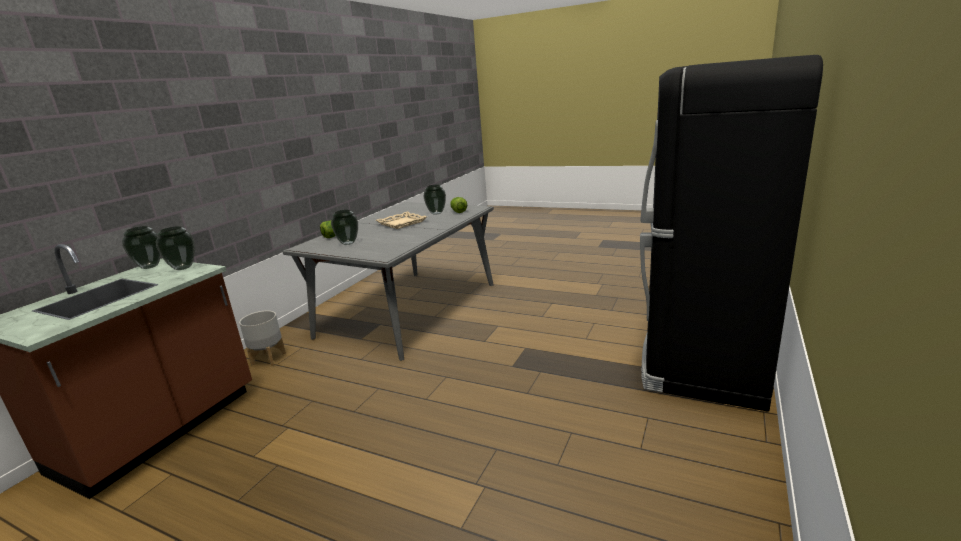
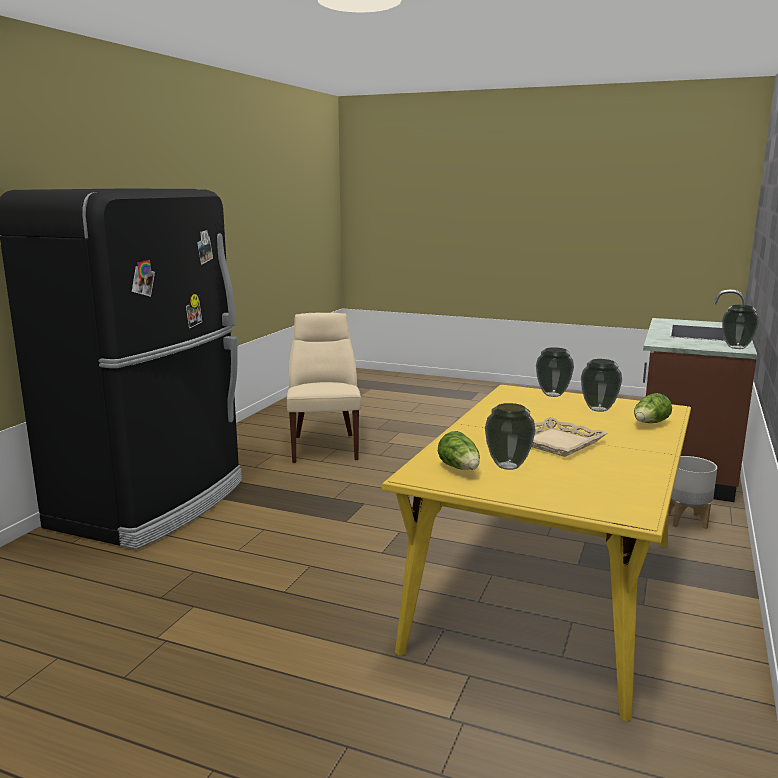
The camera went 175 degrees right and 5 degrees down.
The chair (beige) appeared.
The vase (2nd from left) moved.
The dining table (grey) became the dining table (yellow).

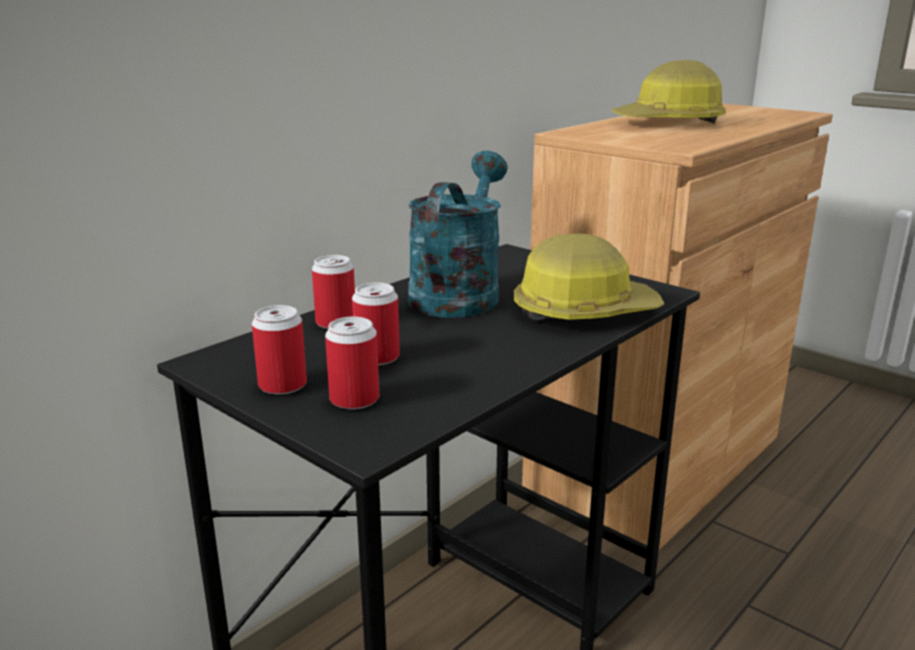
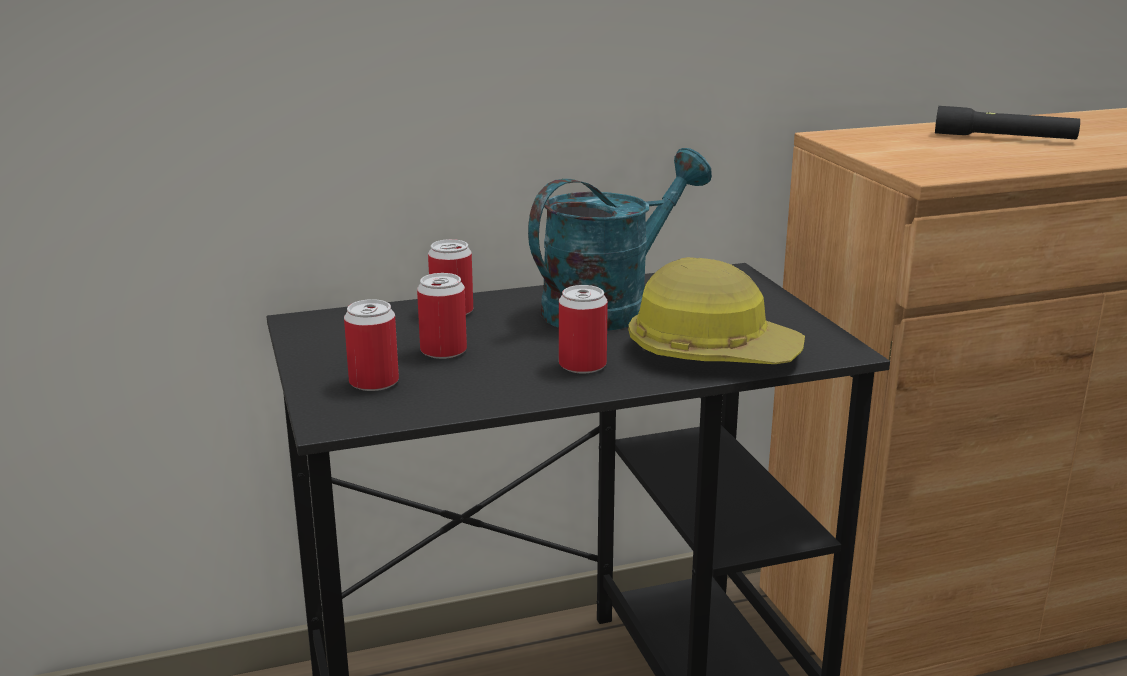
The camera went 30 degrees right and 0 degrees up.
The can (1st from left in the first image) moved.
The hard hat (2nd from left) was replaced by the flashlight (black).

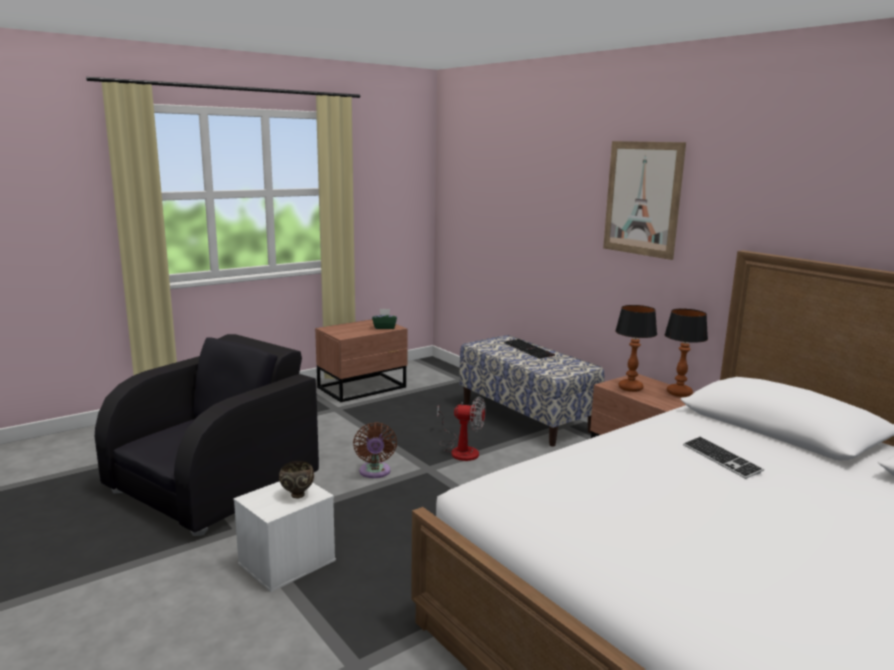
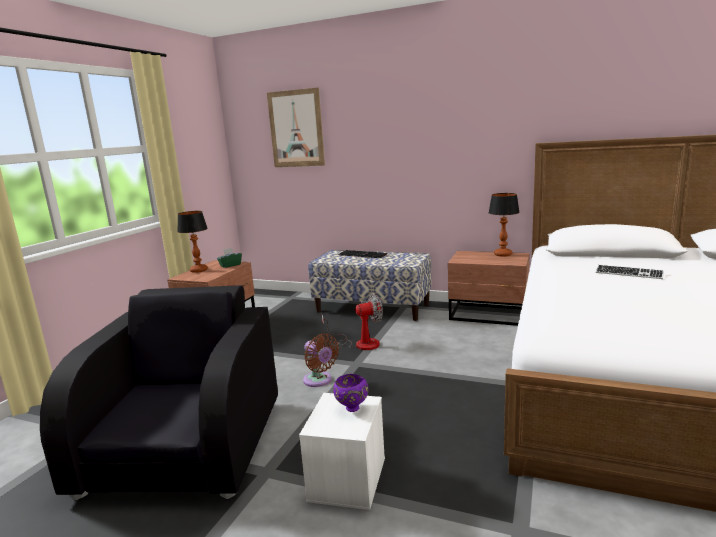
The camera went 30 degrees left and 0 degrees up.
The picture moved.
The table lamp (1st from left) moved.
The bowl (brown) became the bowl (purple).

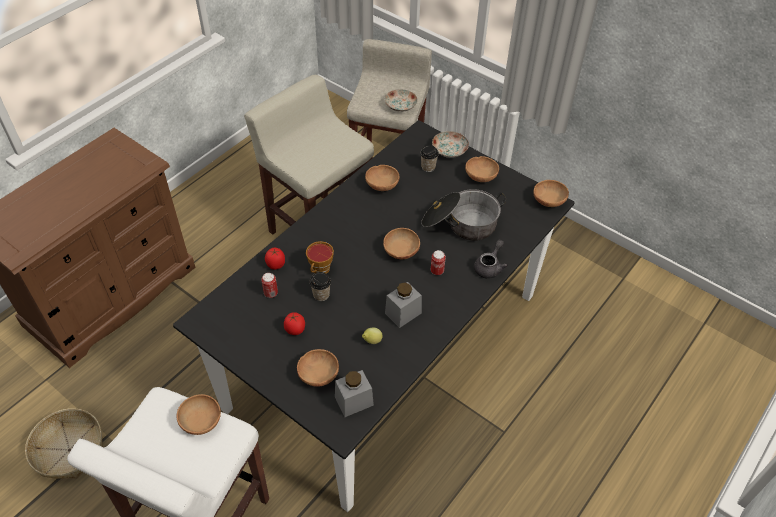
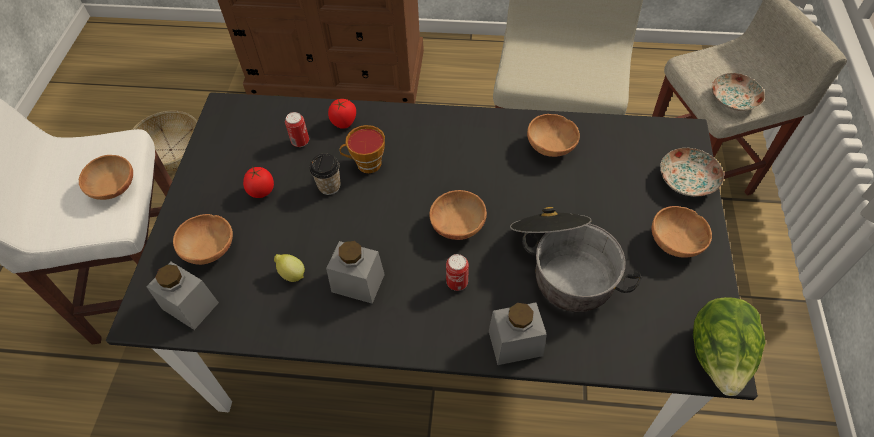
The camera went 60 degrees right and 5 degrees up.
The cup (3rd from left) disappeared.
The teapot (grey) was replaced by the jar (grey) (3rd from left).
The bowl (brown) (6th from left) was replaced by the lettuce.

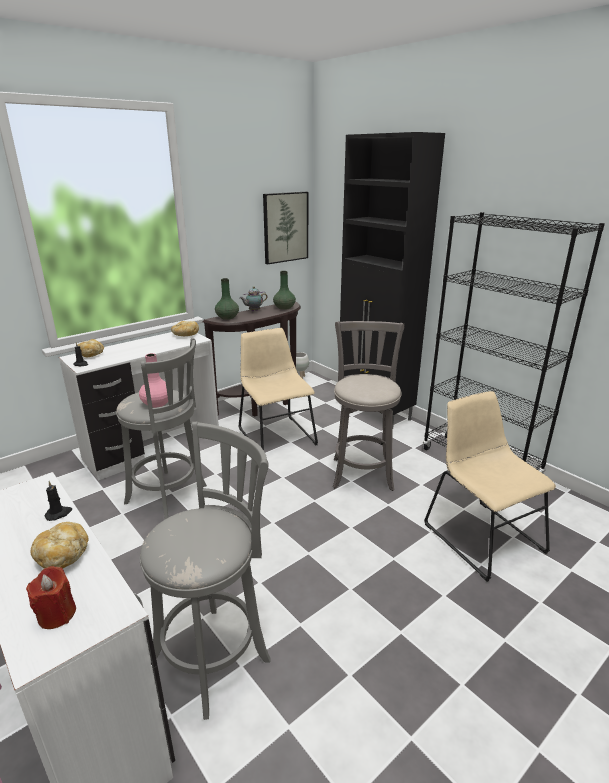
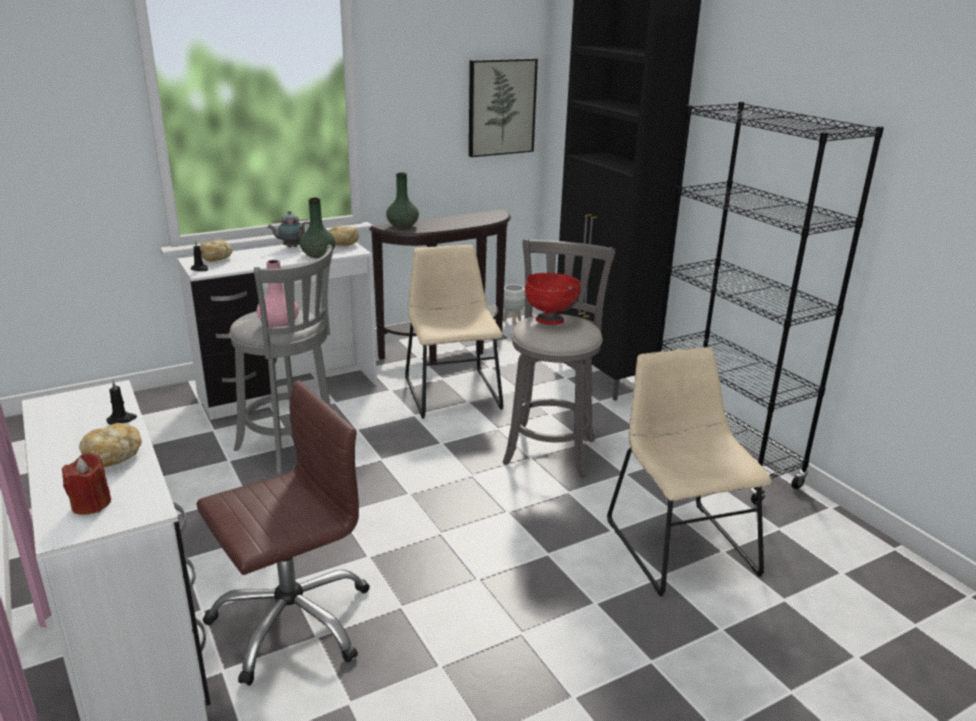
The camera went 10 degrees right and 0 degrees up.
The bowl (red) appeared.
The teapot moved.
The vase (green) (2nd from left in the first image) moved.
The stool (grey) (2nd from left) was replaced by the office chair (brown).

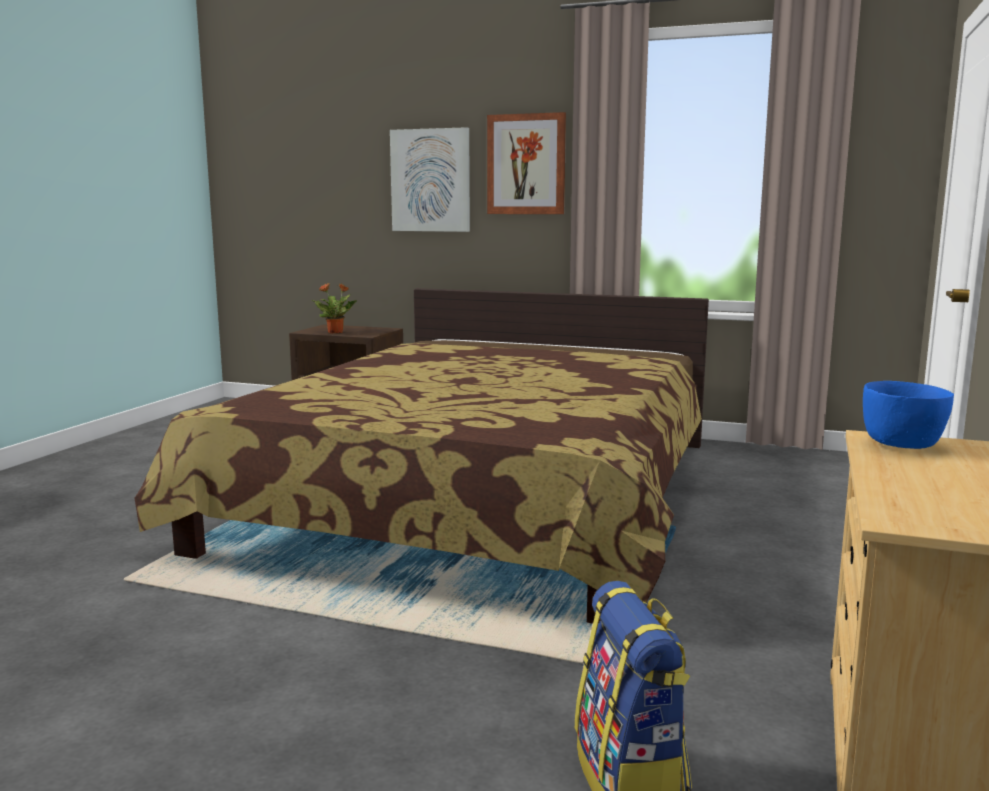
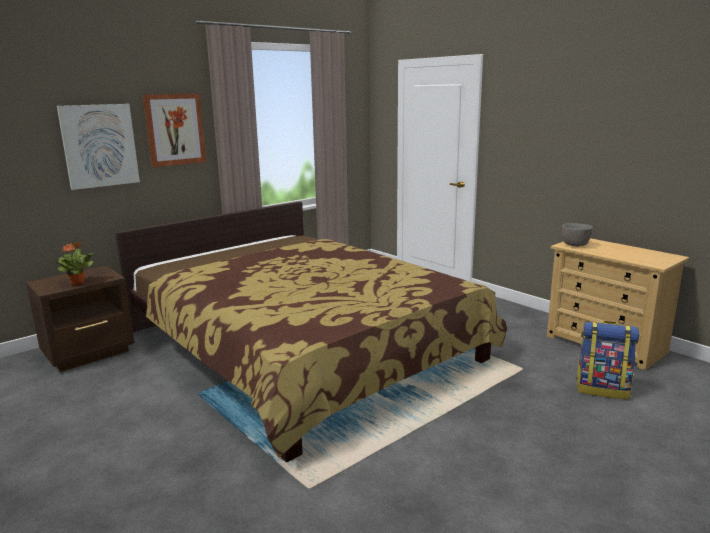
The camera went 60 degrees left and 5 degrees up.
The bowl (blue) became the bowl (grey).

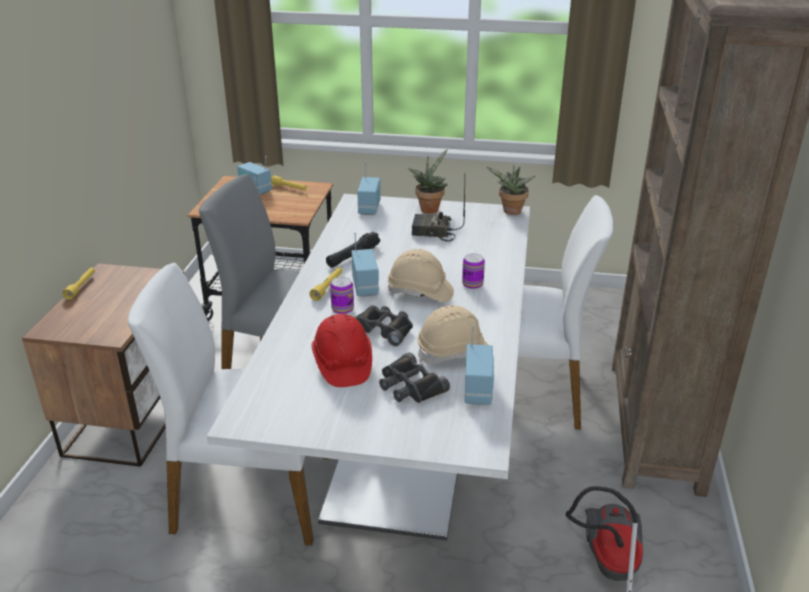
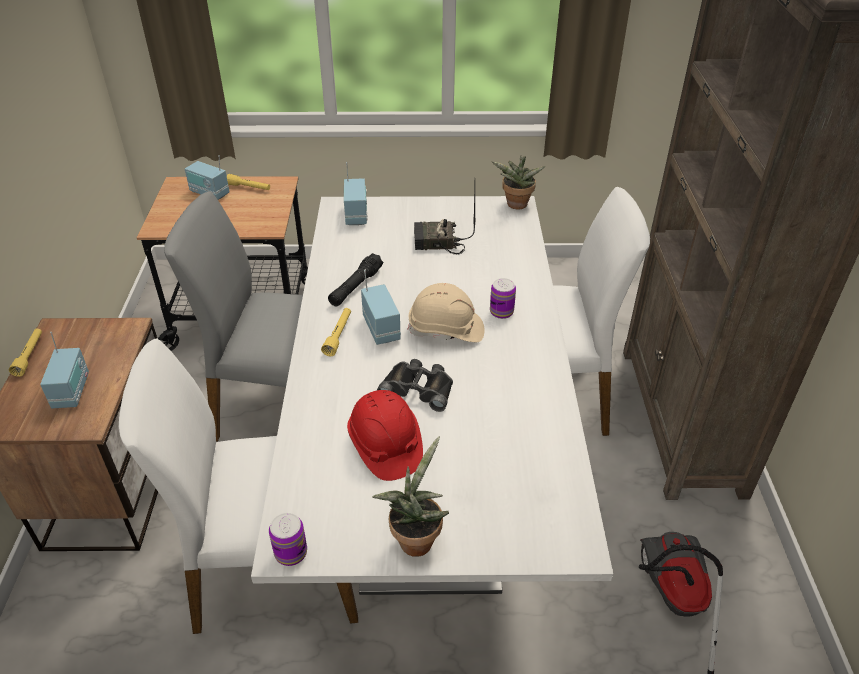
The camera went 10 degrees left and 10 degrees up.
The binoculars (black) (2nd from left) disappeared.
The hard hat (beige) (2nd from left) disappeared.
The can (1st from left) moved.
The potted plant (1st from left) moved.
The radio (5th from left in the first image) moved.

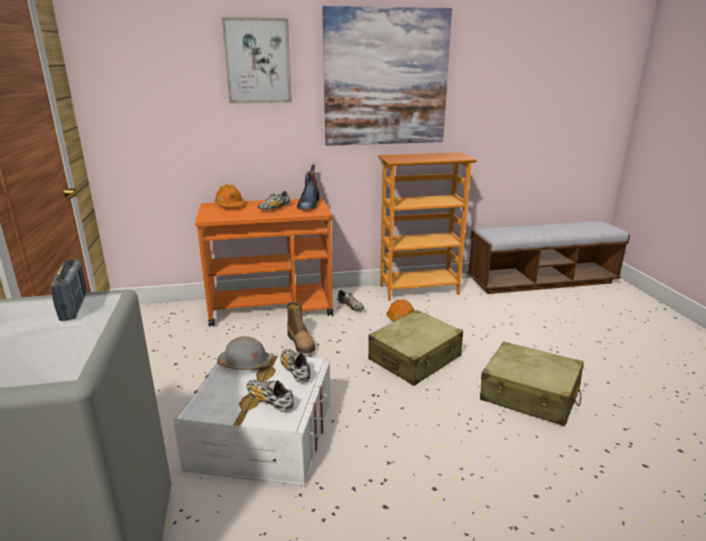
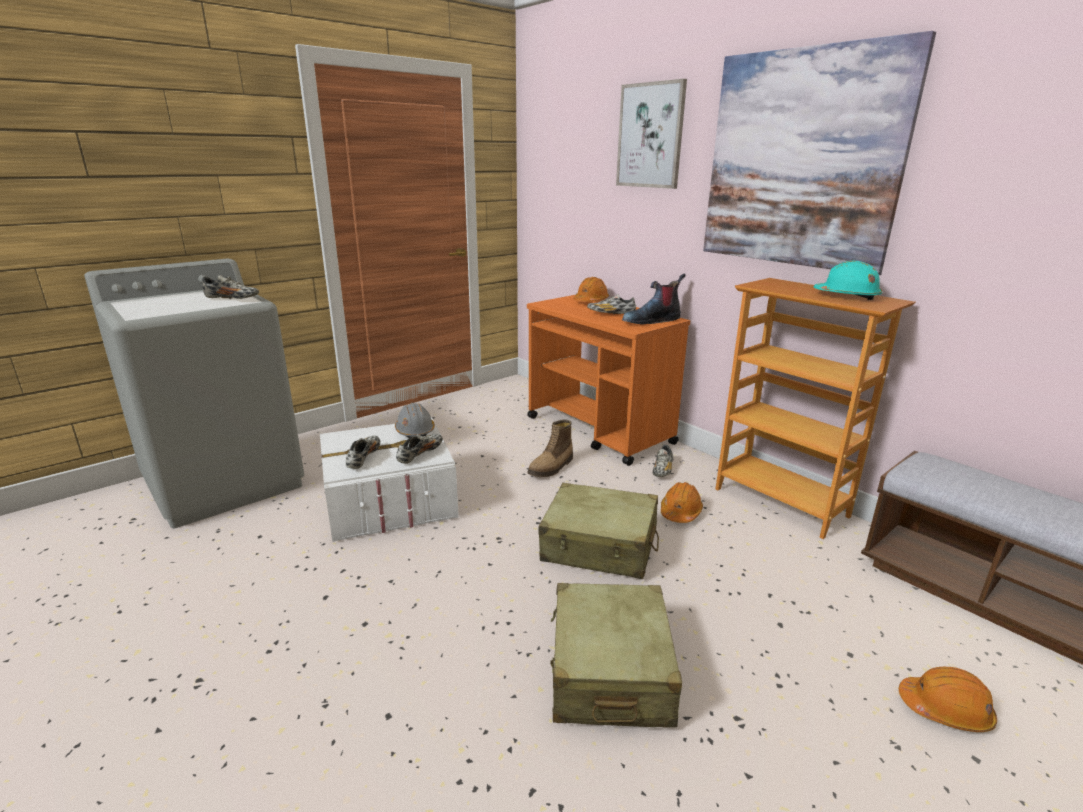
The camera went 60 degrees right and 0 degrees up.
The hard hat (turquoise) appeared.
The hard hat (orange) (3rd from left) appeared.
The radio was replaced by the shoe (1st from left).

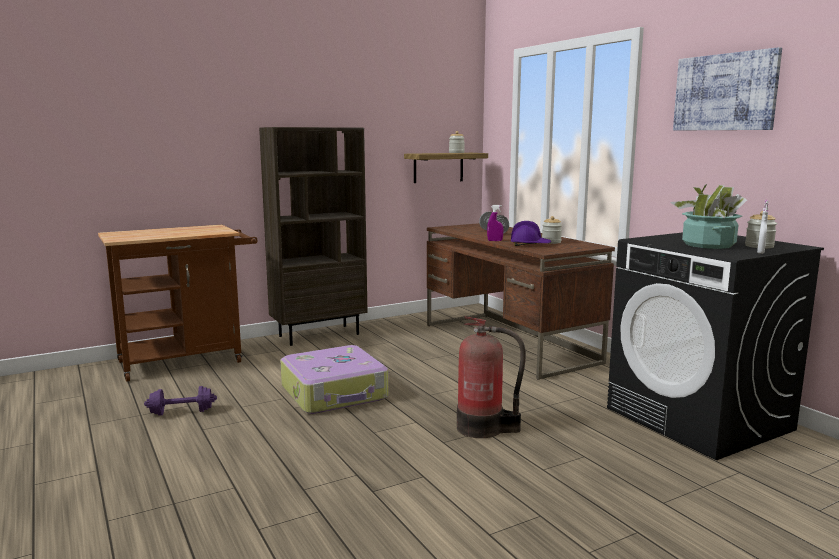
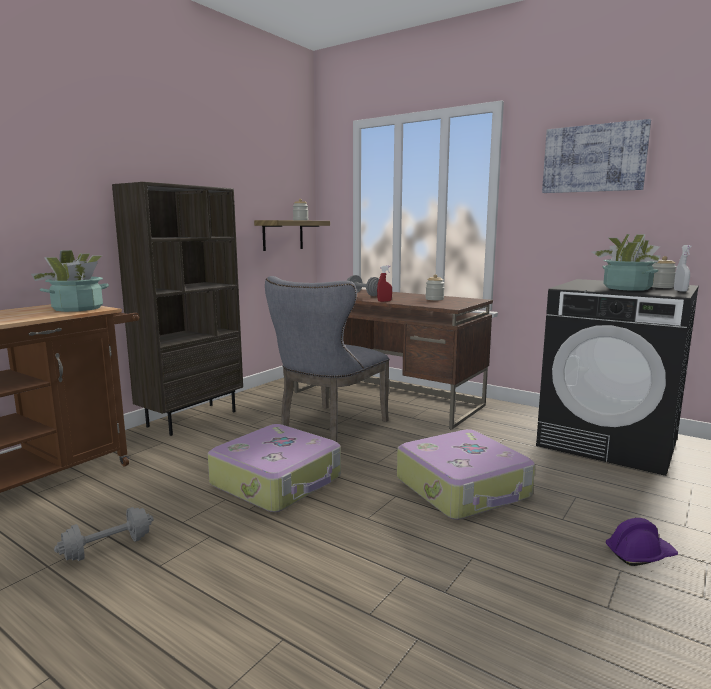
The camera went 25 degrees left and 0 degrees up.
The potted plant (1st from left) appeared.
The chair (grey) appeared.
The hard hat (purple) moved.
The fire extinguisher was replaced by the suitcase (2nd from left).
The dumbbell (purple) became the dumbbell (grey) (1st from left).
The spray bottle (purple) became the spray bottle (red).

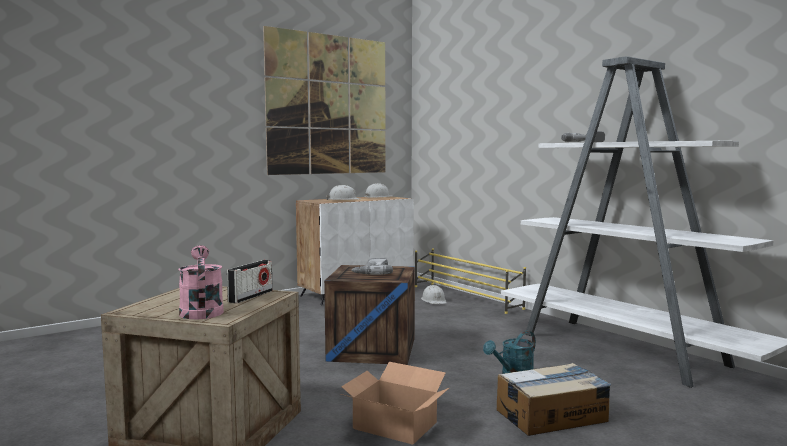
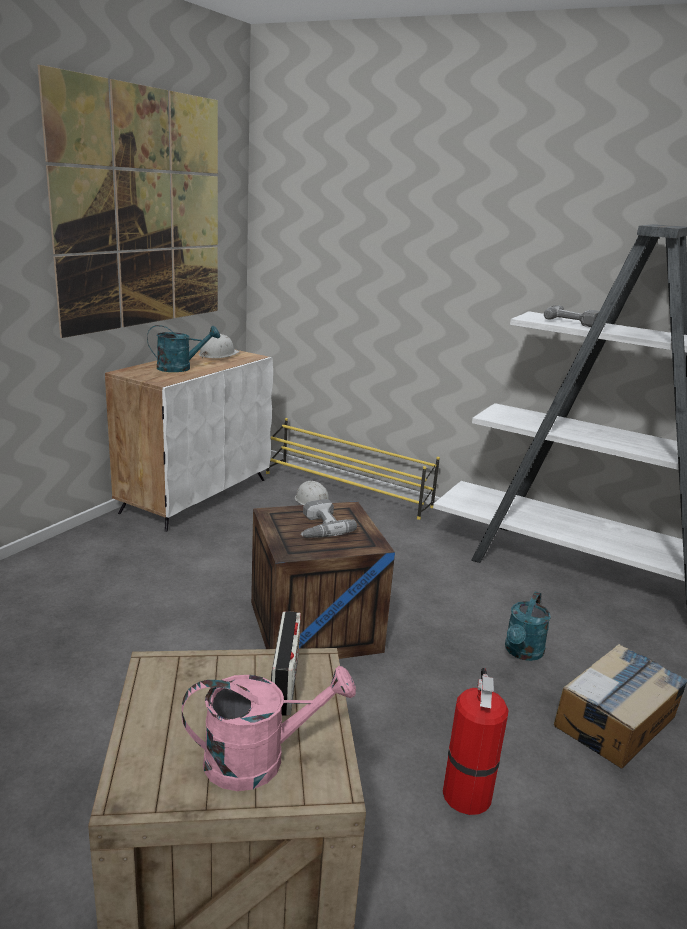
The camera went 25 degrees left and 15 degrees up.
The hard hat (white) (1st from left) was replaced by the watering can (turquoise) (1st from left).
The cardboard box (1st from left) was replaced by the fire extinguisher.
The watering can (pink) turned 120 degrees clockwise.

